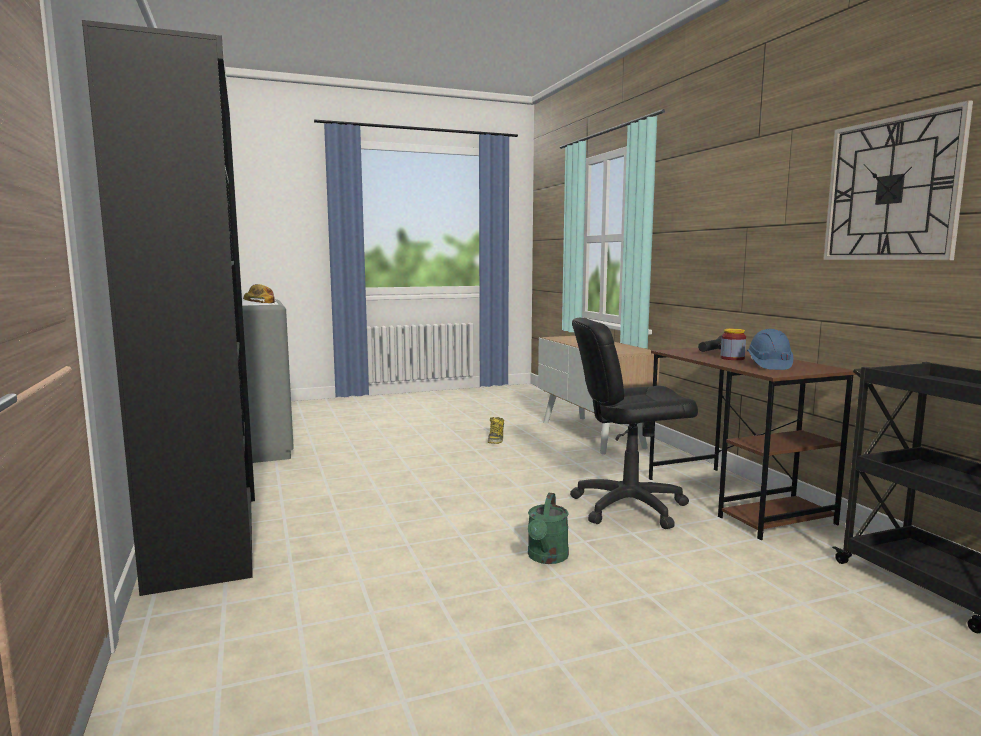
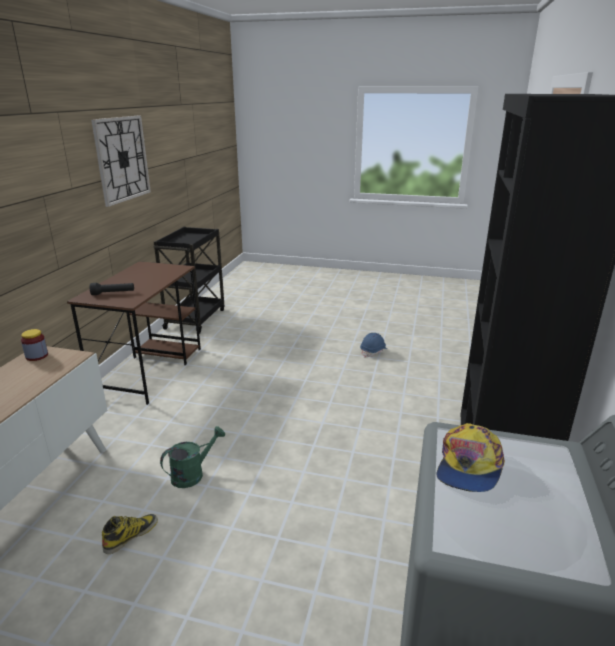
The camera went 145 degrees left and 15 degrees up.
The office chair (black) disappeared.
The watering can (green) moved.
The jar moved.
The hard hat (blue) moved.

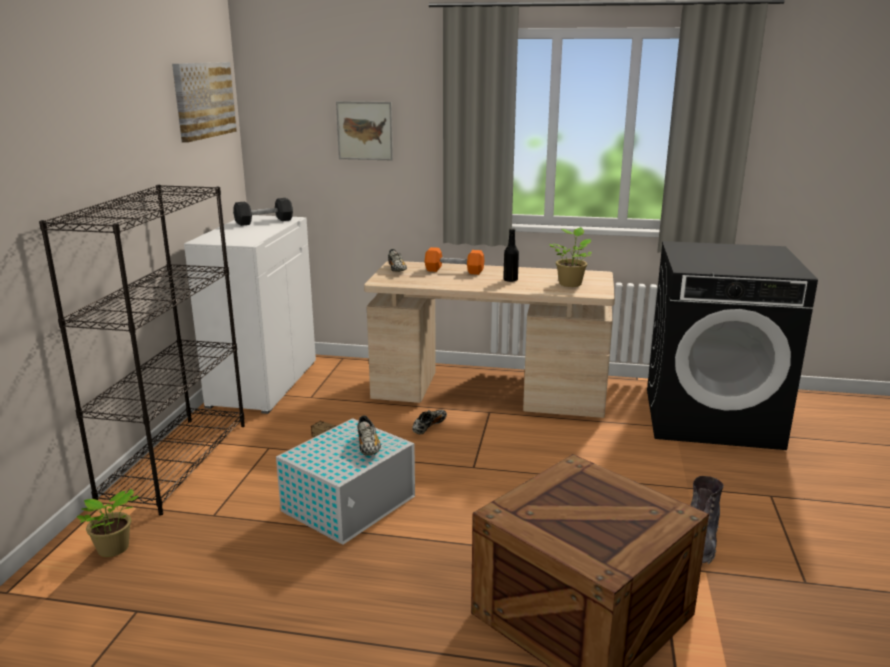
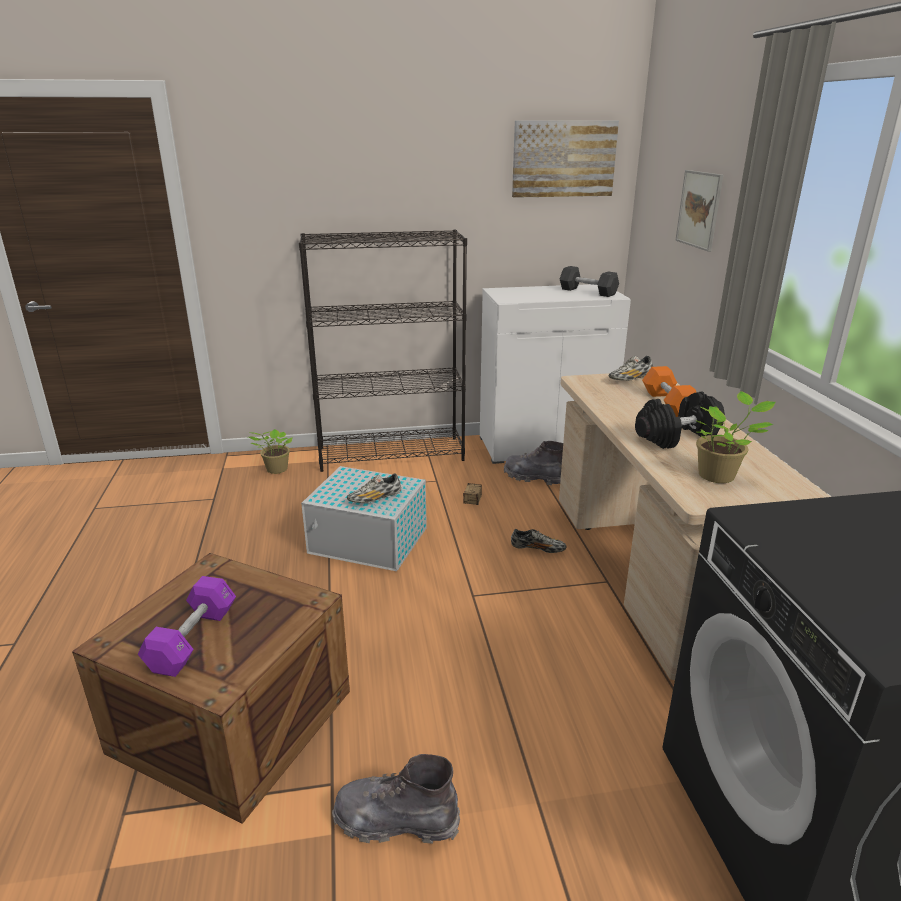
The camera went 70 degrees right and 5 degrees up.
The dumbbell (purple) appeared.
The boot (grey) (2nd from left) appeared.
The bottle (black) was replaced by the dumbbell (black) (2nd from left).

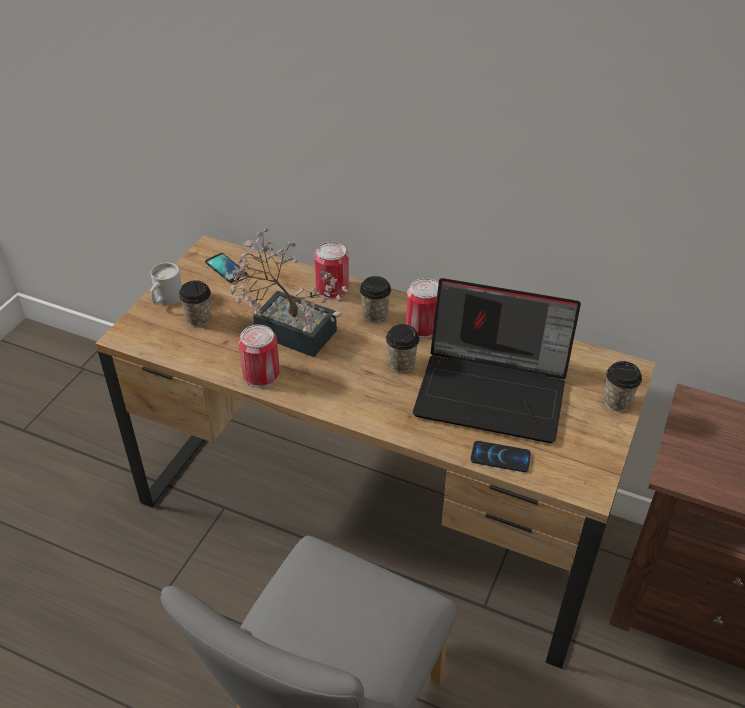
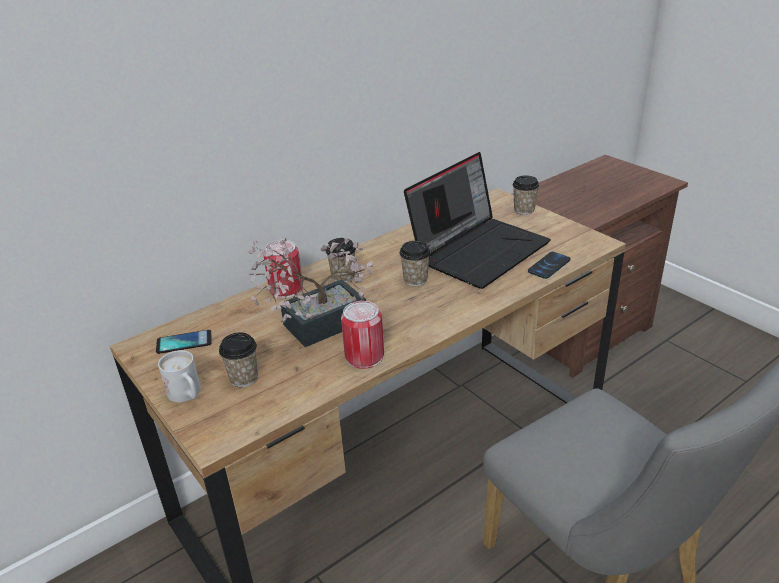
The camera went 60 degrees left and 10 degrees down.
The can (3rd from left) disappeared.

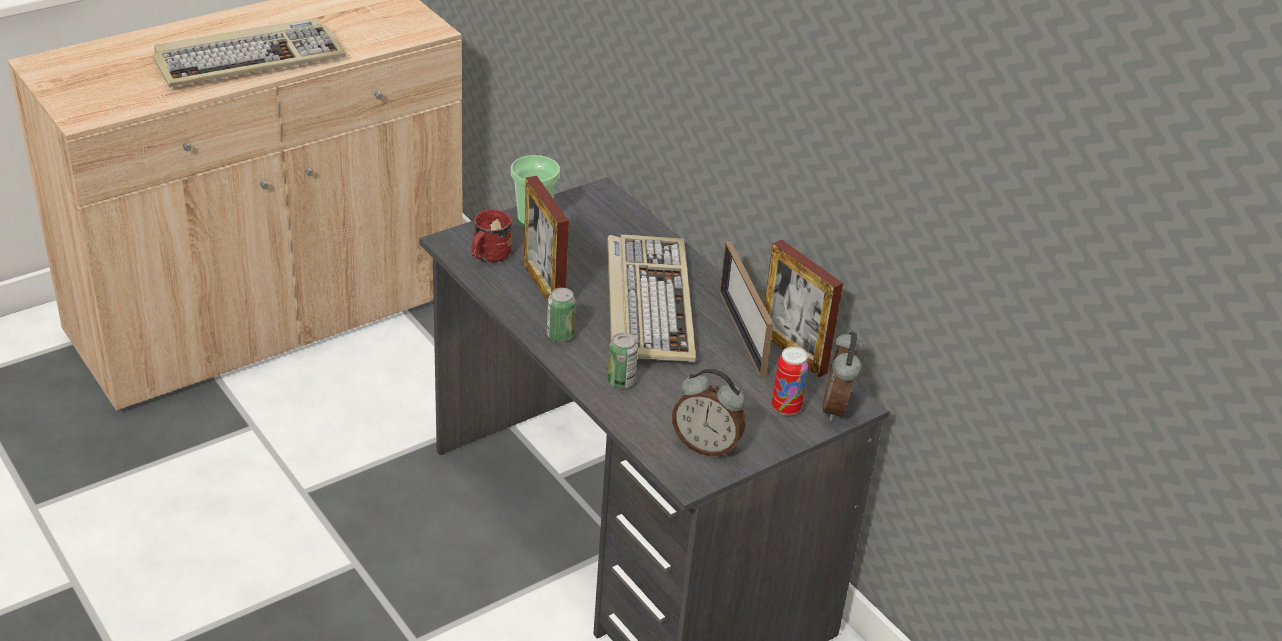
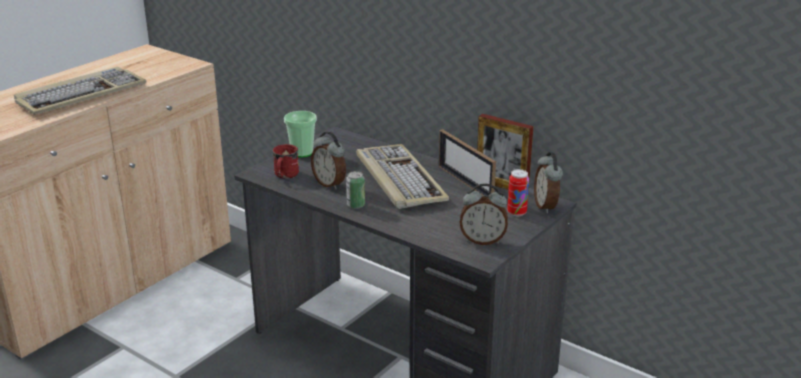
The camera went 15 degrees left and 10 degrees down.
The can (2nd from left) disappeared.
The picture frame (1st from left) was replaced by the alarm clock (1st from left).

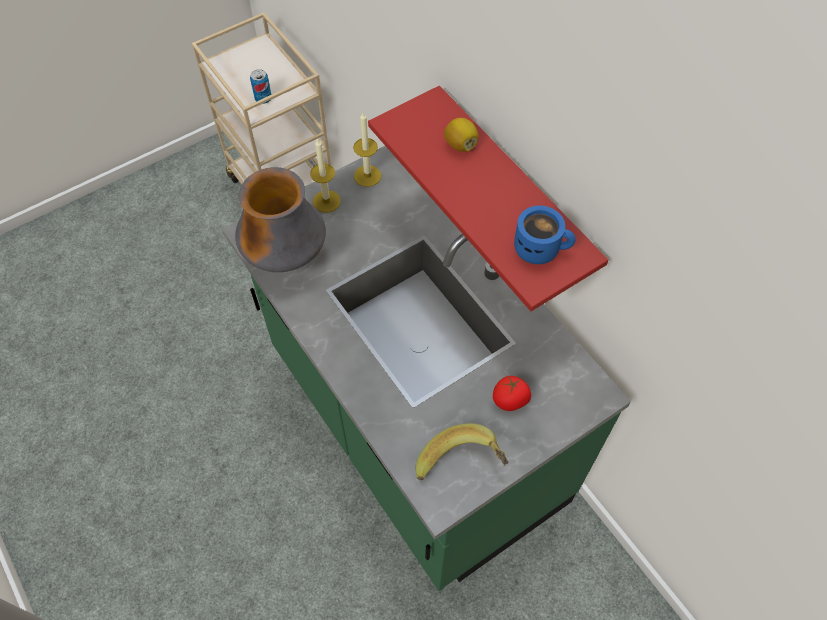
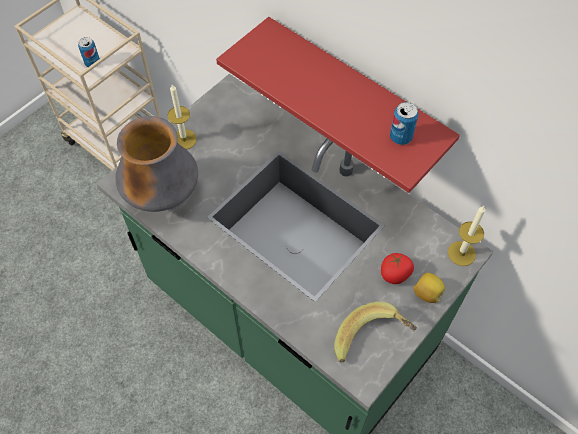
The camera went 15 degrees left and 0 degrees up.
The candle (2nd from left) moved.
The lemon moved.
The mug (blue) was replaced by the can (2nd from left).

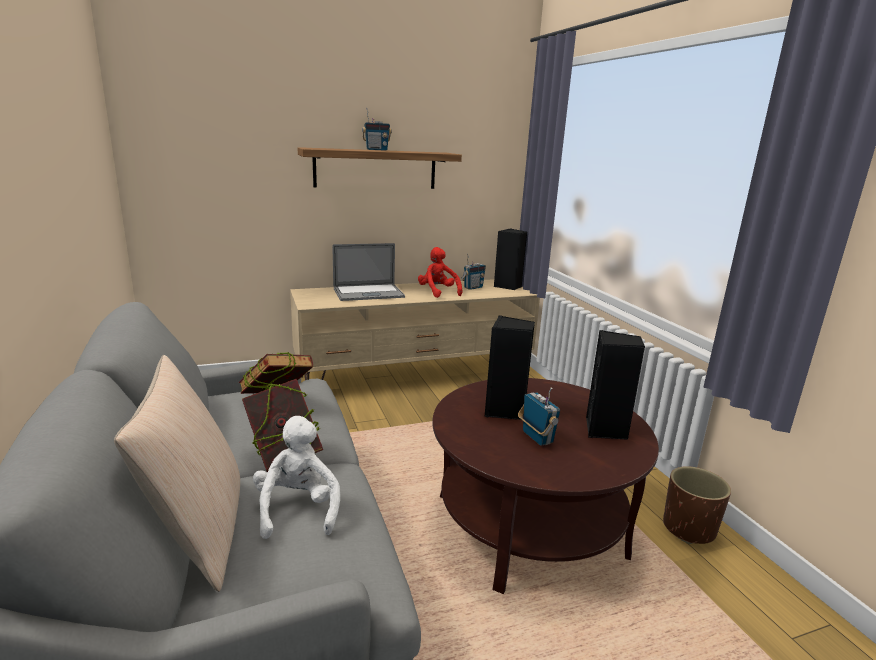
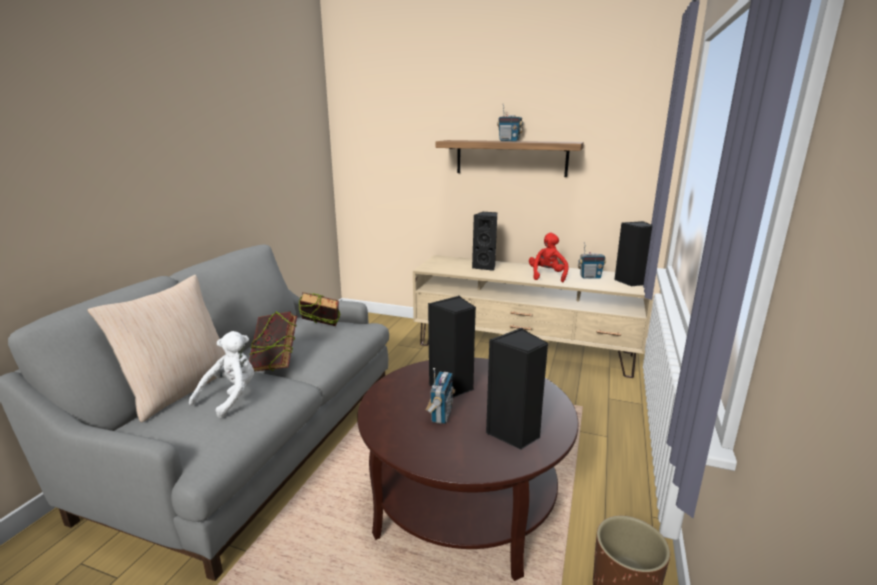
The camera went 40 degrees right and 0 degrees up.
The laptop was replaced by the speaker (black) (2nd from left).

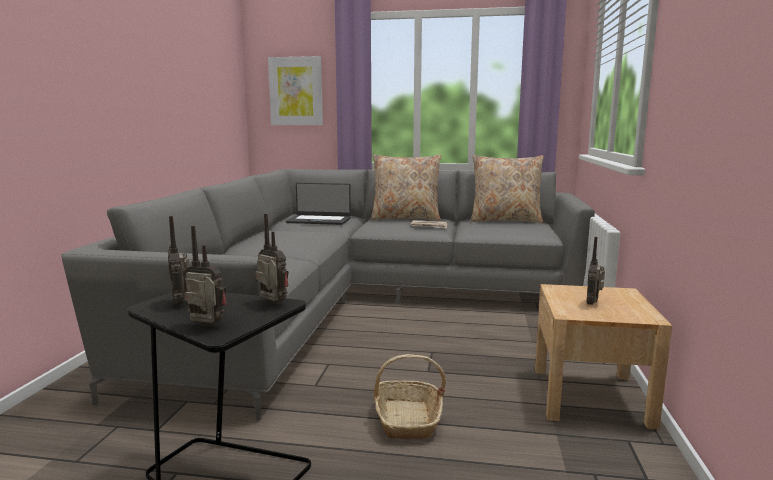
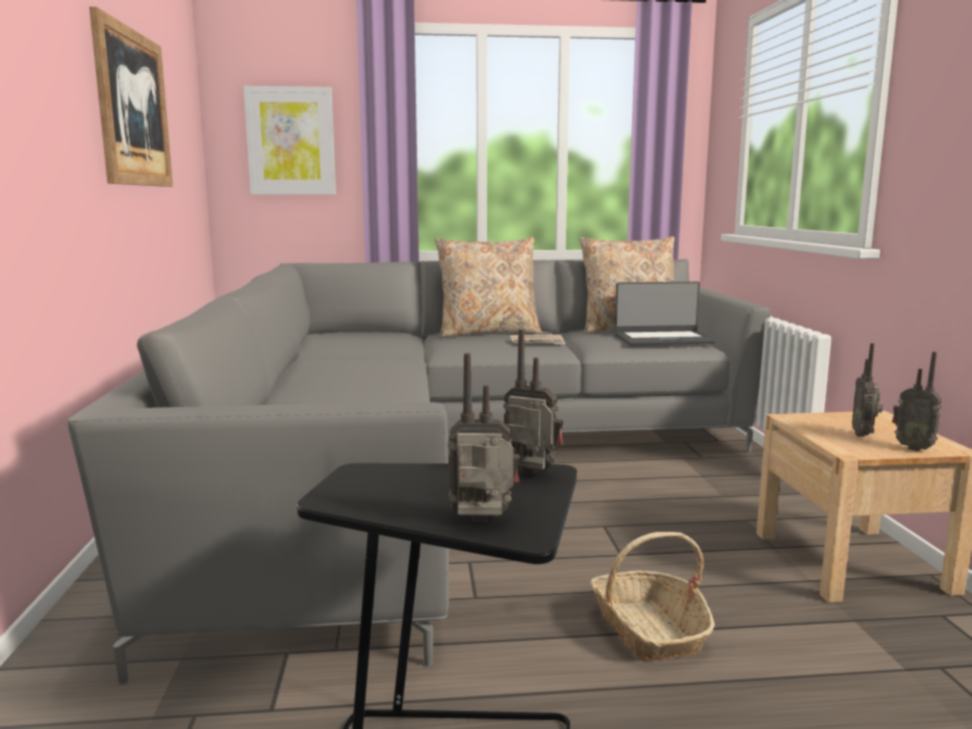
The camera went 15 degrees left and 0 degrees up.
The picture (1st from left) appeared.
The radio (1st from left in the first image) moved.
The laptop moved.

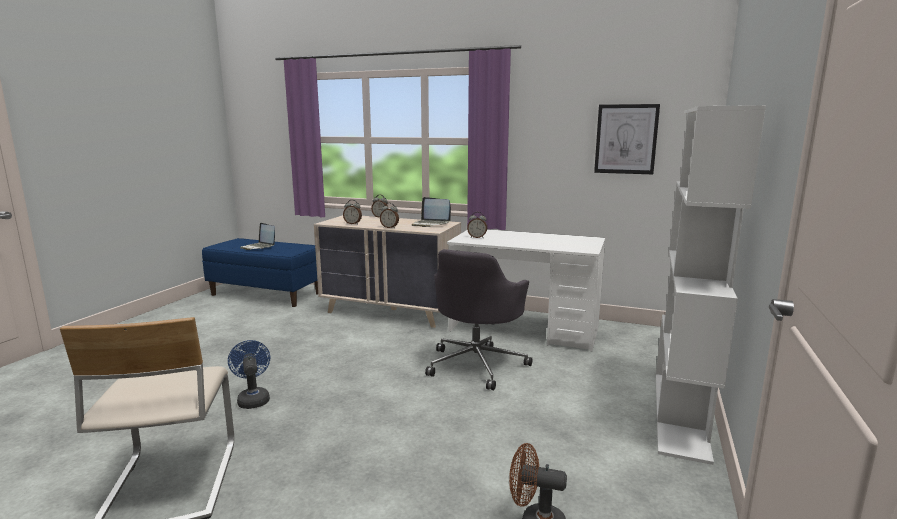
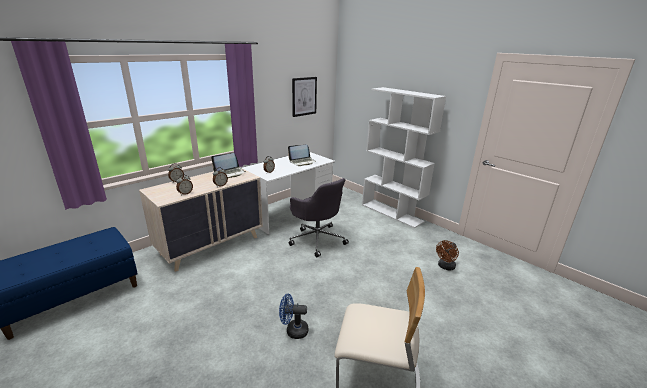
The camera went 65 degrees left and 10 degrees up.
The laptop (1st from left in the first image) moved.

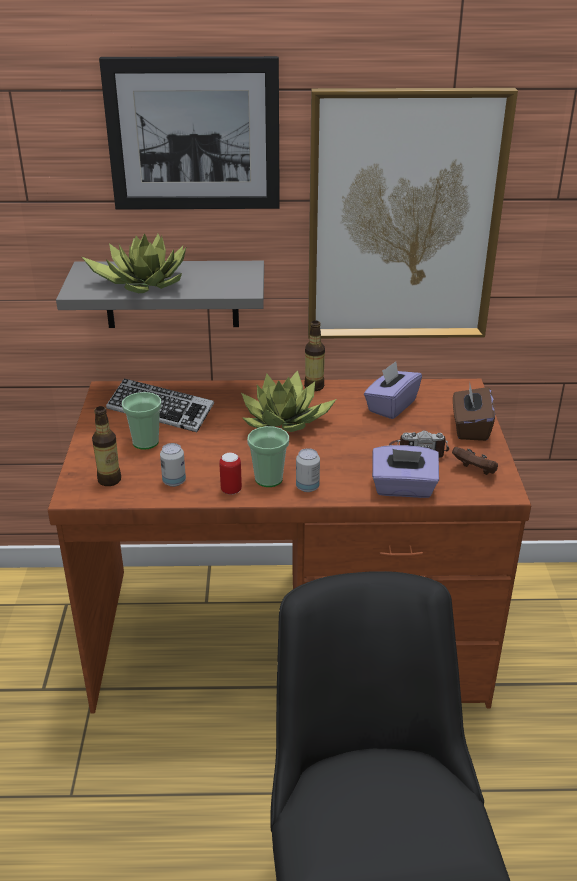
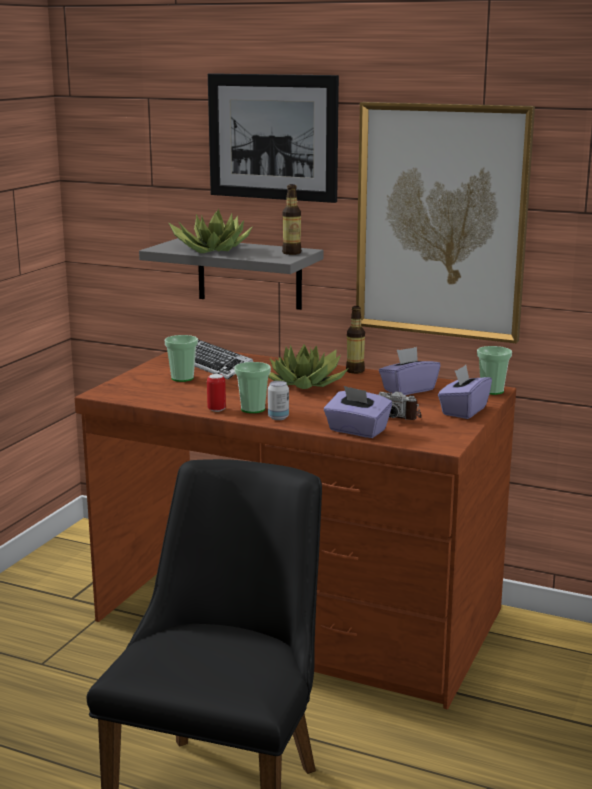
The camera went 25 degrees right and 15 degrees down.
The can (1st from left) disappeared.
The game controller (brown) disappeared.
The cup (3rd from left) appeared.
The bottle (1st from left) moved.
The tissue box (brown) became the tissue box (purple) (3rd from left).

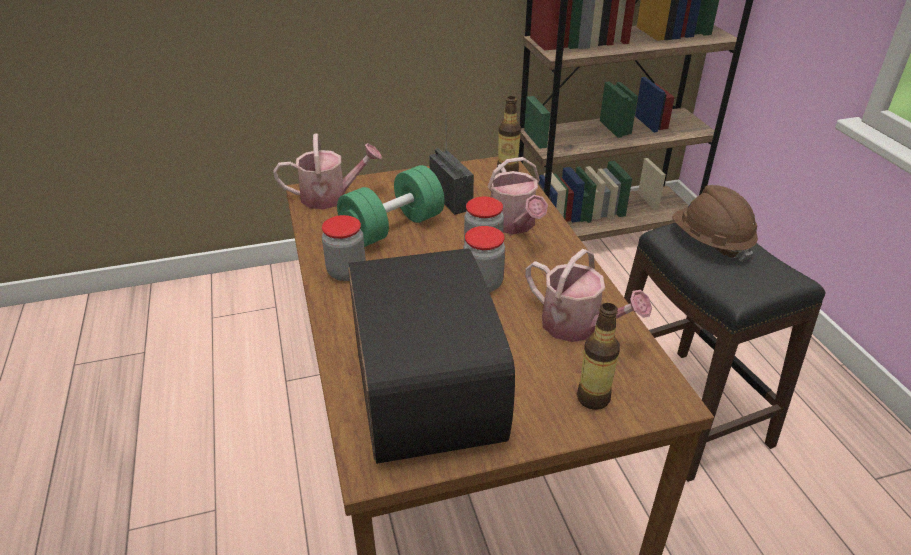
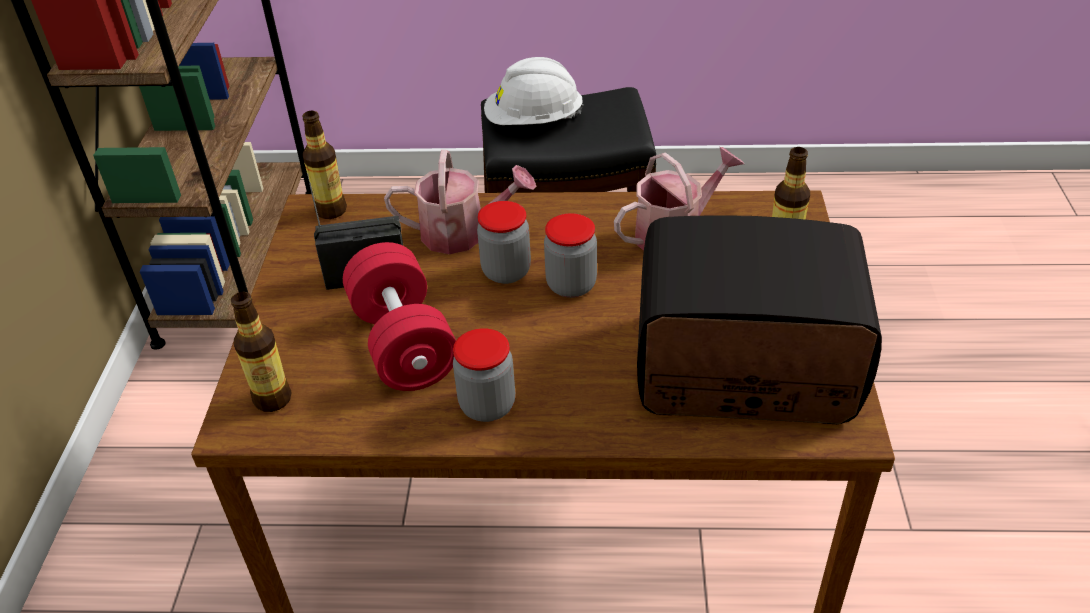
The camera went 70 degrees left and 5 degrees up.
The watering can (1st from left) was replaced by the bottle (1st from left).
The dumbbell (green) became the dumbbell (red).
The hard hat (brown) became the hard hat (white).

